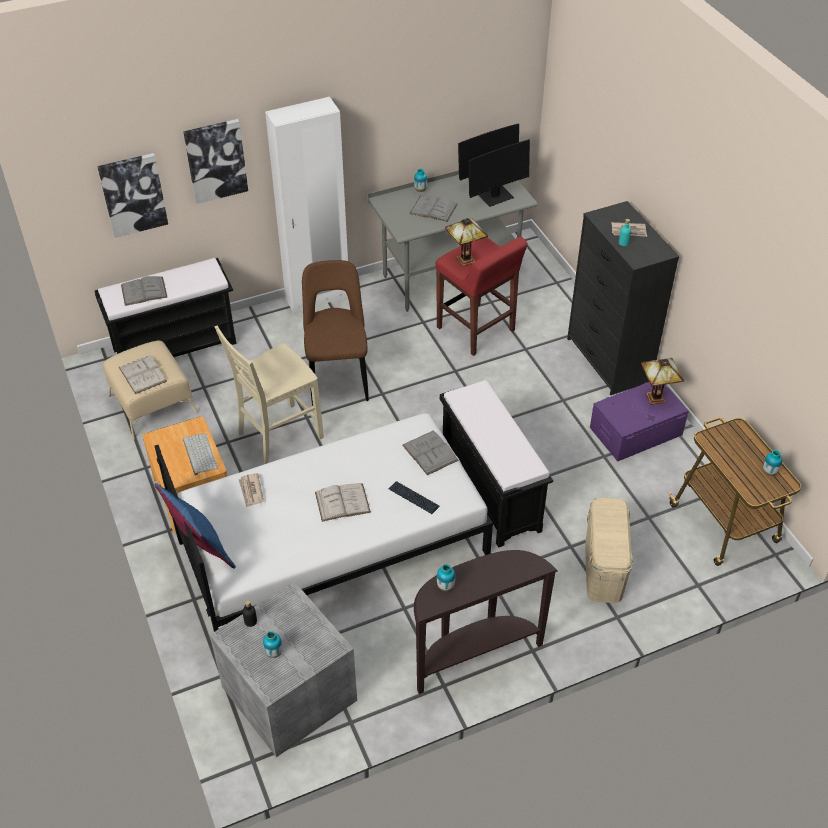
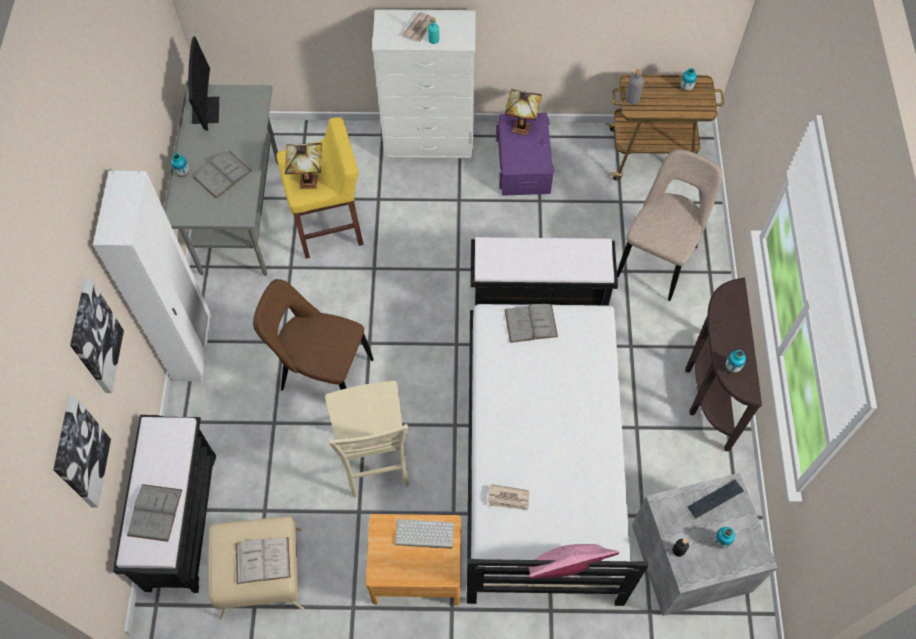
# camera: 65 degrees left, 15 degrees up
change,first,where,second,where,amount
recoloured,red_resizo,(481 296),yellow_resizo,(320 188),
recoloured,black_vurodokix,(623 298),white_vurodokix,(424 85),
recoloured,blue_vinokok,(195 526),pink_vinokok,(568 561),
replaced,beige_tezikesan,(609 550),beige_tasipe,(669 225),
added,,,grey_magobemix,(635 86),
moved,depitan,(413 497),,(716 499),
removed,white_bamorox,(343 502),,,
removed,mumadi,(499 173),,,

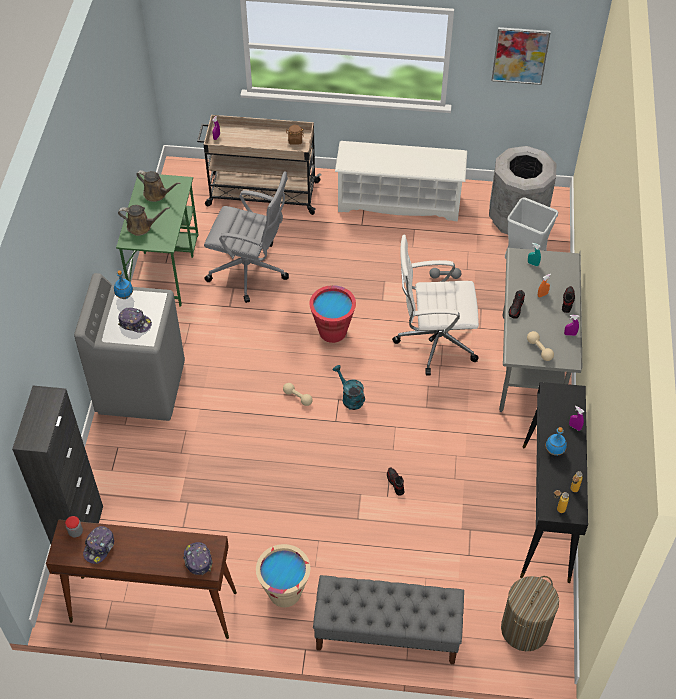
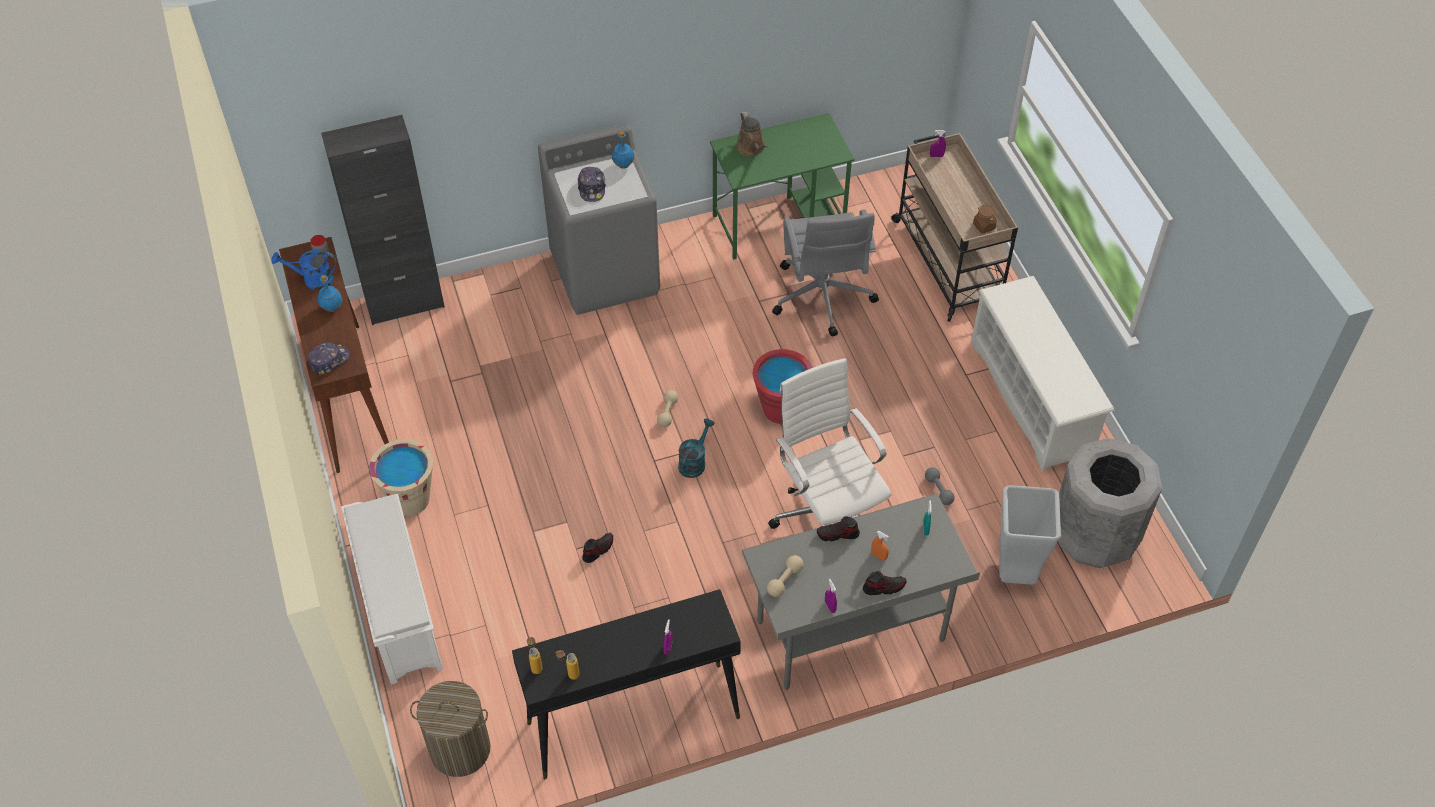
# camera: 65 degrees right, 0 degrees up
change,first,where,second,where,amount
replaced,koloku,(98 545),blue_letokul,(303 270),
moved,blue_magobemix,(556 441),,(330 293),
replaced,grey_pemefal,(388 620),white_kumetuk,(392 589),
removed,brown_letokul,(158 186),,,
removed,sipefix,(521 56),,,

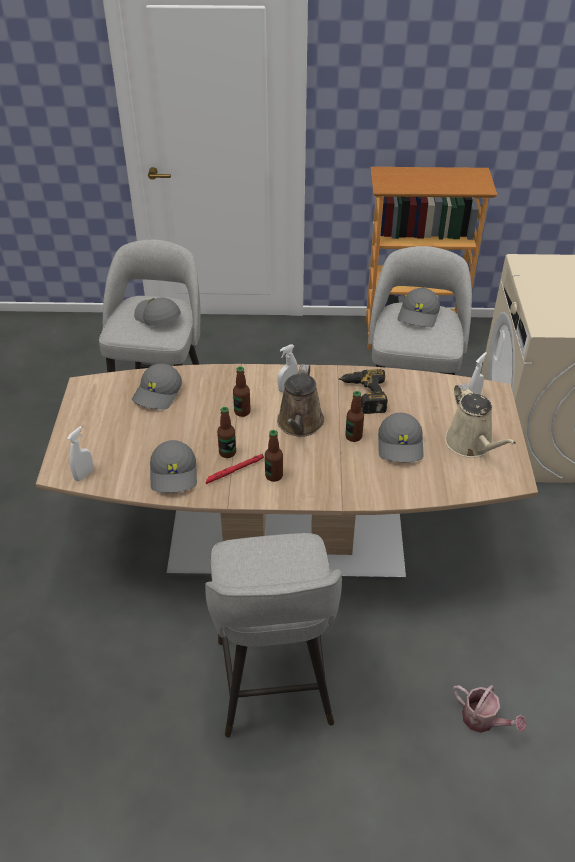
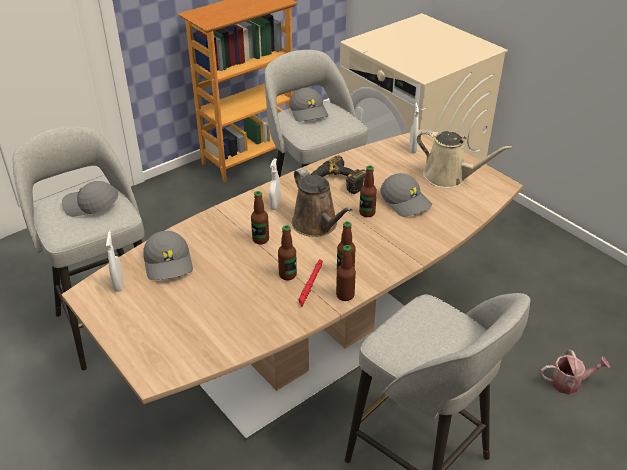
# camera: 40 degrees left, 5 degrees down
change,first,where,second,where,amount
moved,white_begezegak,(80 453),,(114 261),
added,,,magobemix,(346 273),
removed,grey_koloku,(173 466),,,

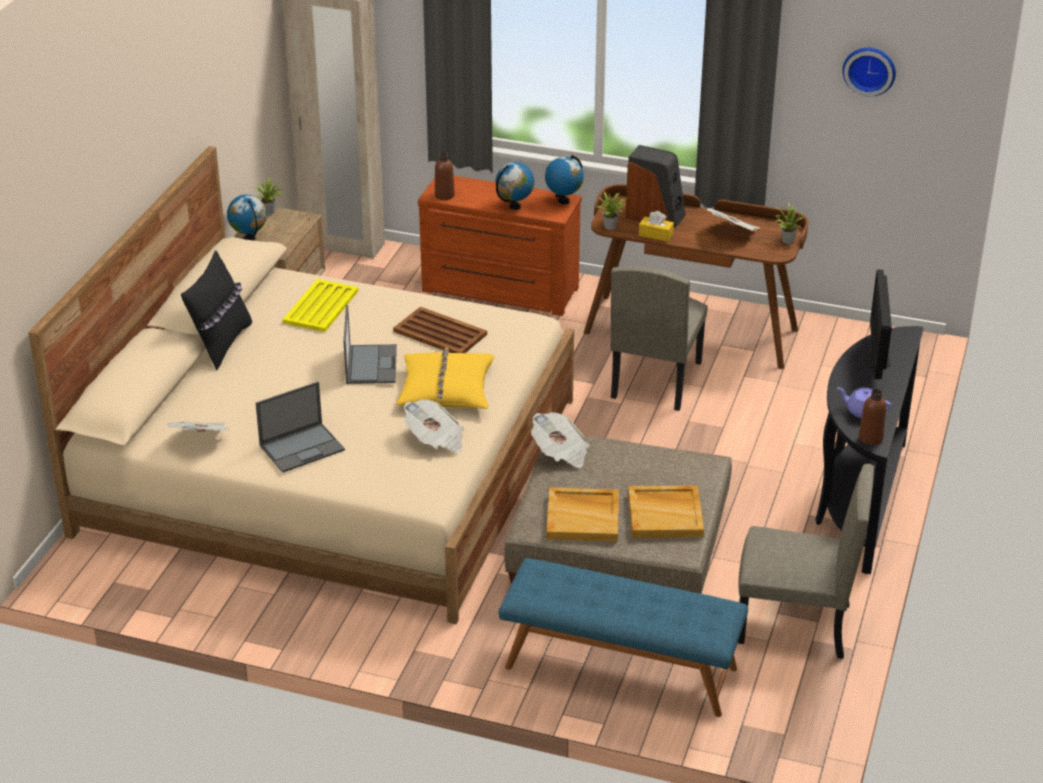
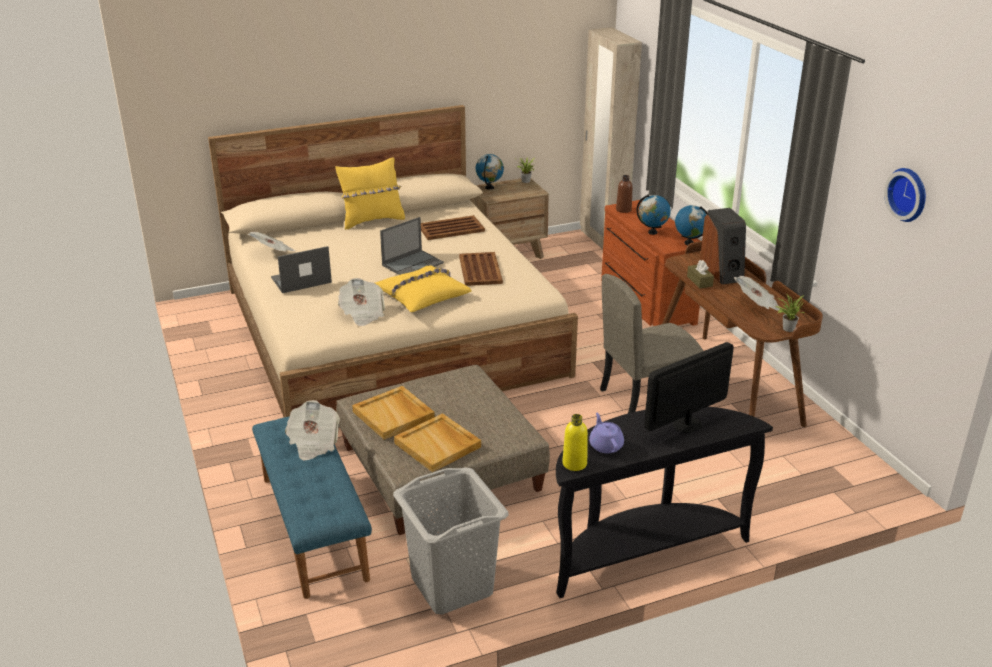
# camera: 50 degrees right, 5 degrees down
change,first,where,second,where,amount
turned,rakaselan,(300 427),,(301 269),135 degrees clockwise
moved,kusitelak,(560 440),,(312 430),
recoloured,black_vinokok,(216 310),yellow_vinokok,(370 194),
replaced,beige_tasipe,(806 561),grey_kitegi,(450 541),
recoloured,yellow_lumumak,(320 305),brown_lumumak,(453 227),
recoloured,brown_magobemix,(872 417),yellow_magobemix,(575 442),
recoloured,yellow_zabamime,(656 226),brown_zabamime,(700 274),
removed,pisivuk,(611 210),,,

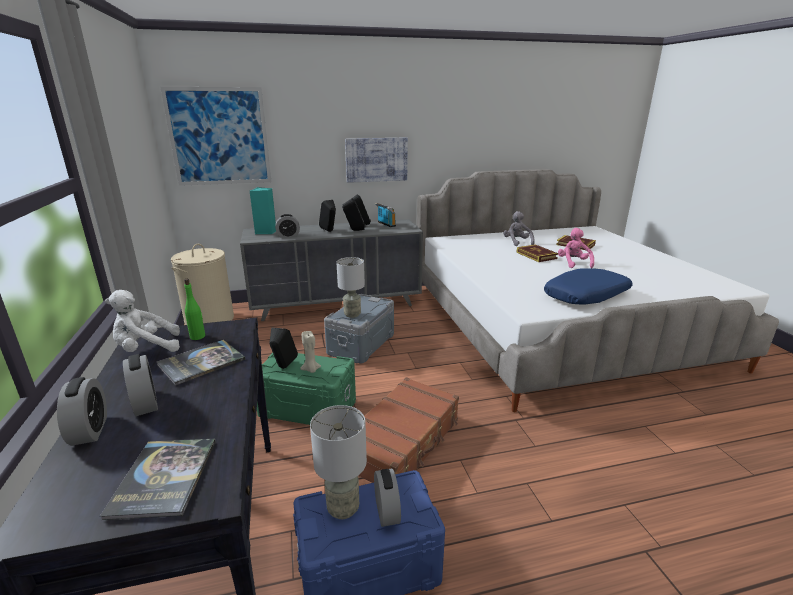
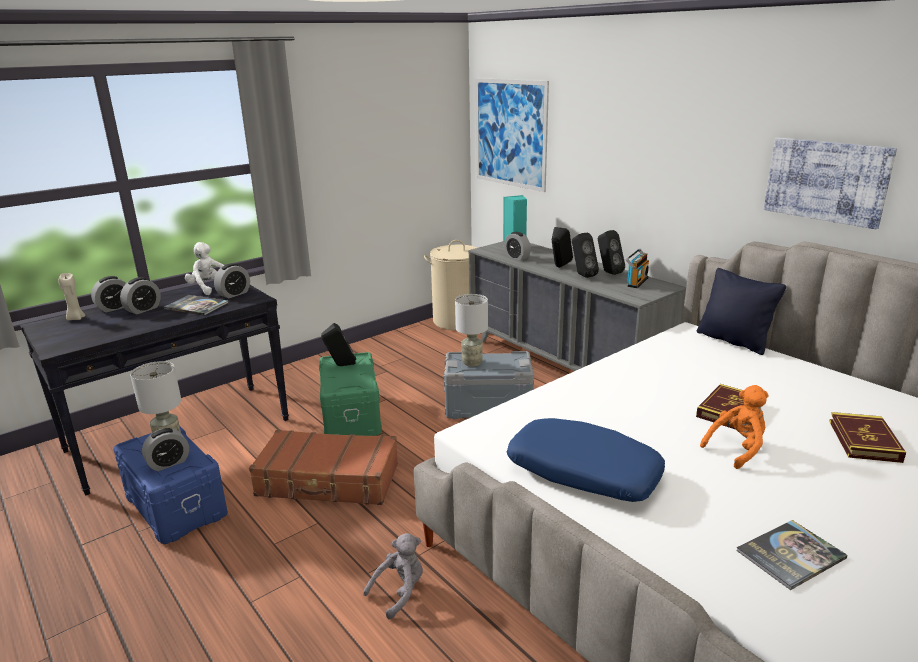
# camera: 65 degrees right, 0 degrees up
change,first,where,second,where,amount
moved,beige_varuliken,(310 352),,(71 297),
replaced,green_magobemix,(194 309),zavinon,(232 280),
moved,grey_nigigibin,(519 228),,(393 576),
added,,,black_vinokok,(741 311),
recoloured,pink_nigigibin,(576 248),orange_nigigibin,(734 427),
moved,bamorox,(158 479),,(792 555),
moved,sipefix,(376 160),,(830 183),

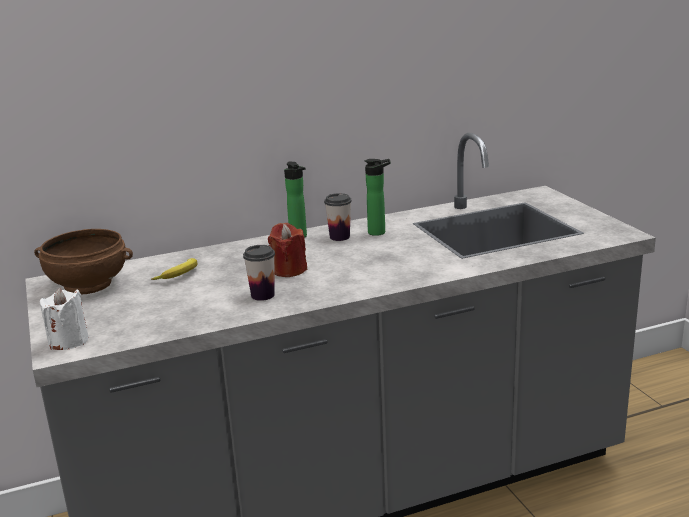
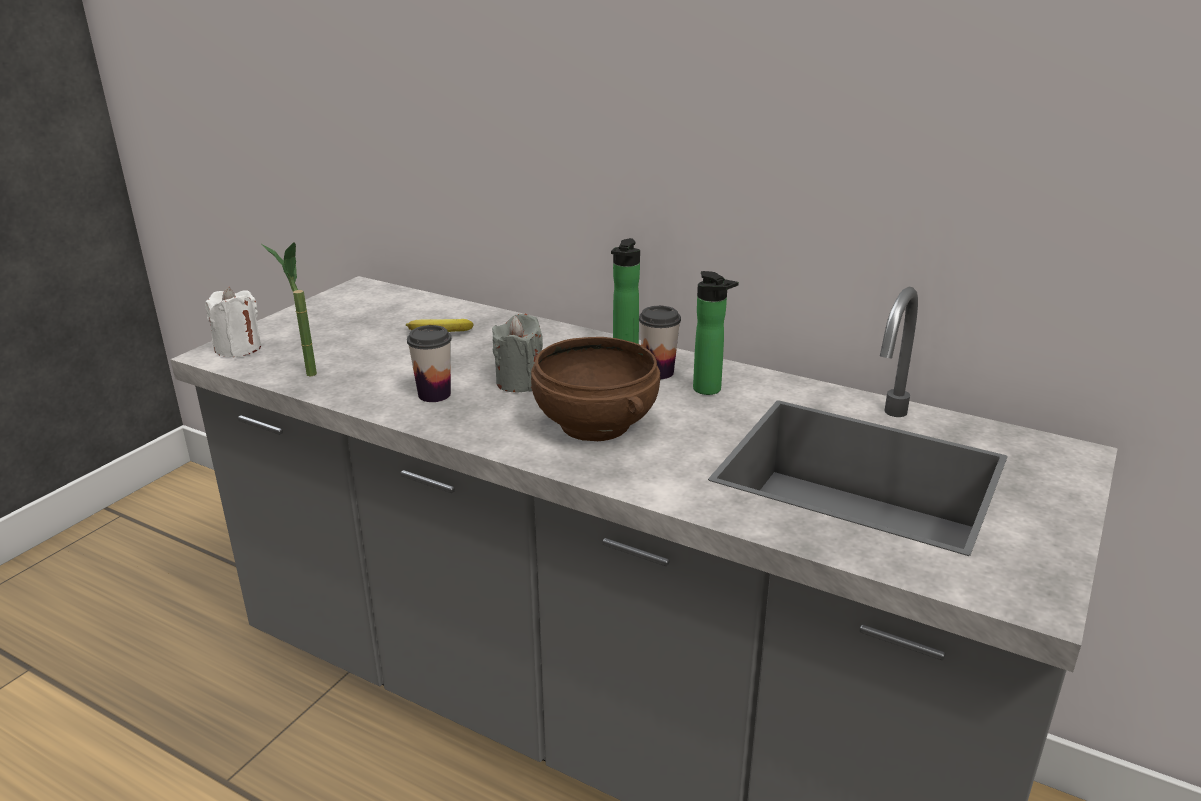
# camera: 50 degrees right, 5 degrees up
change,first,where,second,where,amount
added,,,pisivuk,(289 309),
recoloured,red_varuliken,(287 250),grey_varuliken,(517 353),
moved,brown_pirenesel,(83 261),,(595 389),

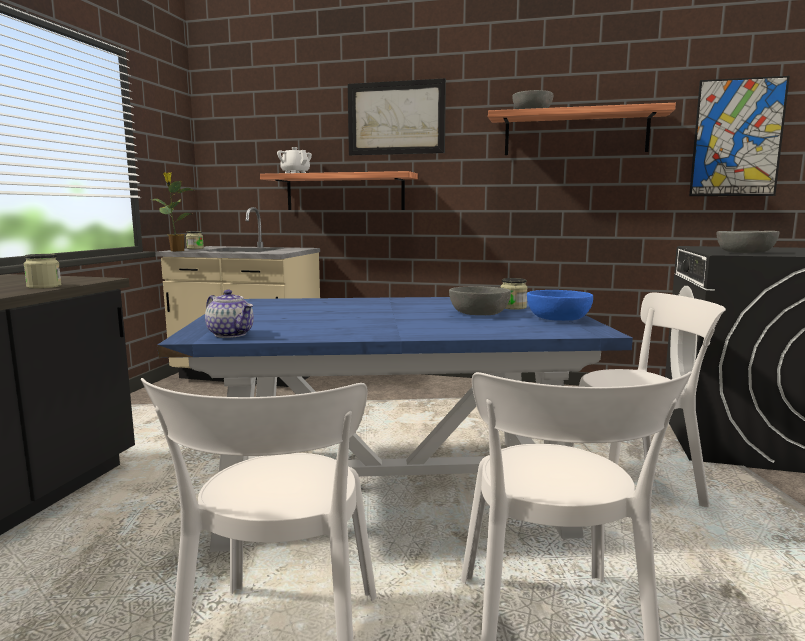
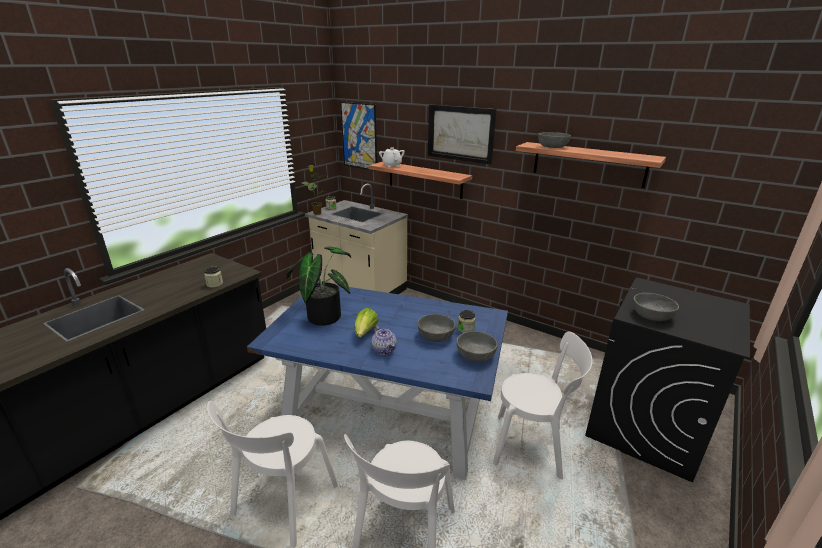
# camera: 20 degrees right, 15 degrees up
change,first,where,second,where,amount
added,,,pisivuk,(318 286),
moved,sipefix,(739 136),,(359 136),
added,,,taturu,(366 323),
moved,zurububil,(229 313),,(384 340),
recoloured,blue_pirenesel,(560 305),grey_pirenesel,(477 346),

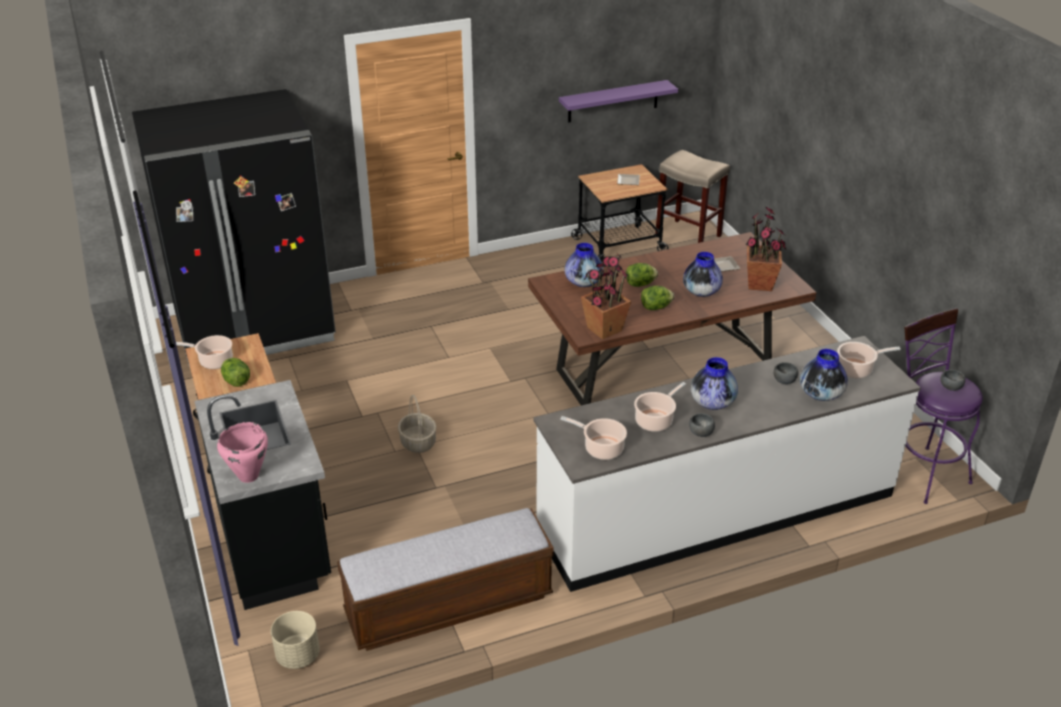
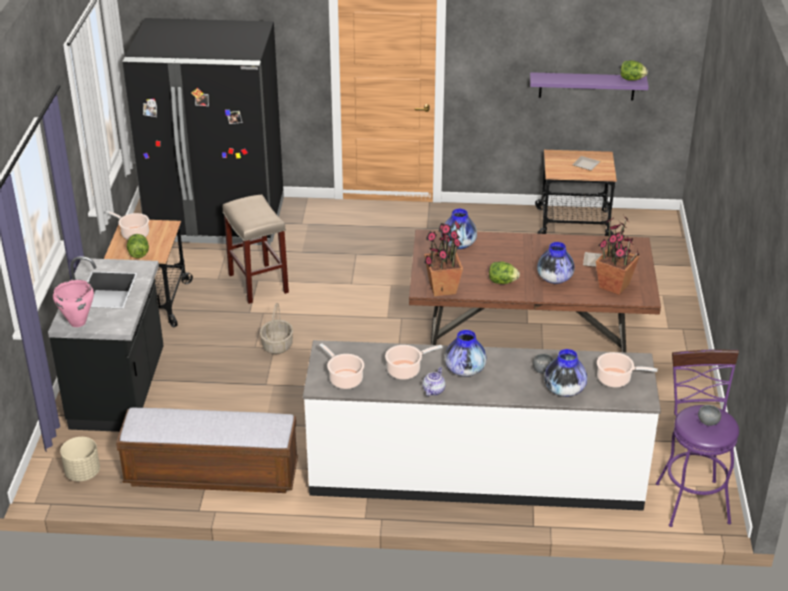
# camera: 25 degrees right, 0 degrees up
change,first,where,second,where,amount
moved,beige_resizo,(692 196),,(256 249),
replaced,grey_pirenesel,(702 425),zurububil,(434 381),
moved,taturu,(642 275),,(634 70),

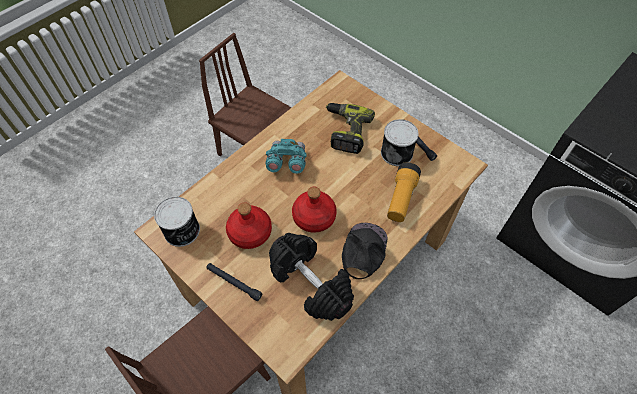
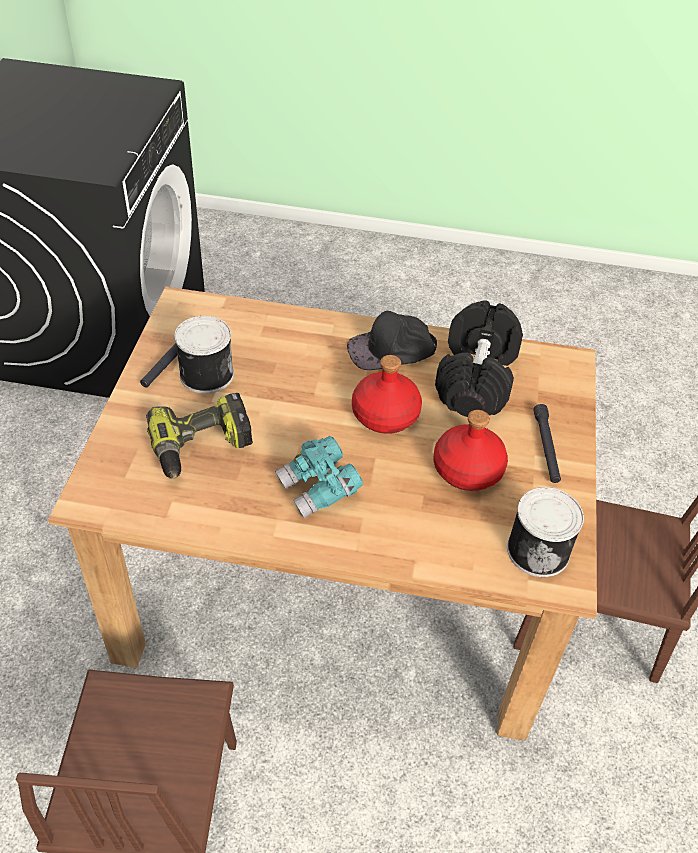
# camera: 125 degrees left, 10 degrees down
change,first,where,second,where,amount
removed,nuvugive,(404 192),,,

